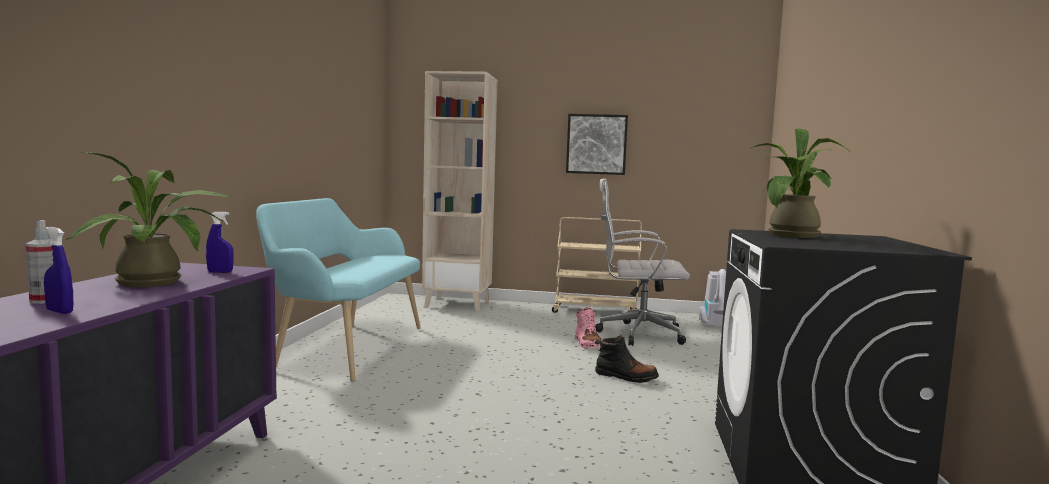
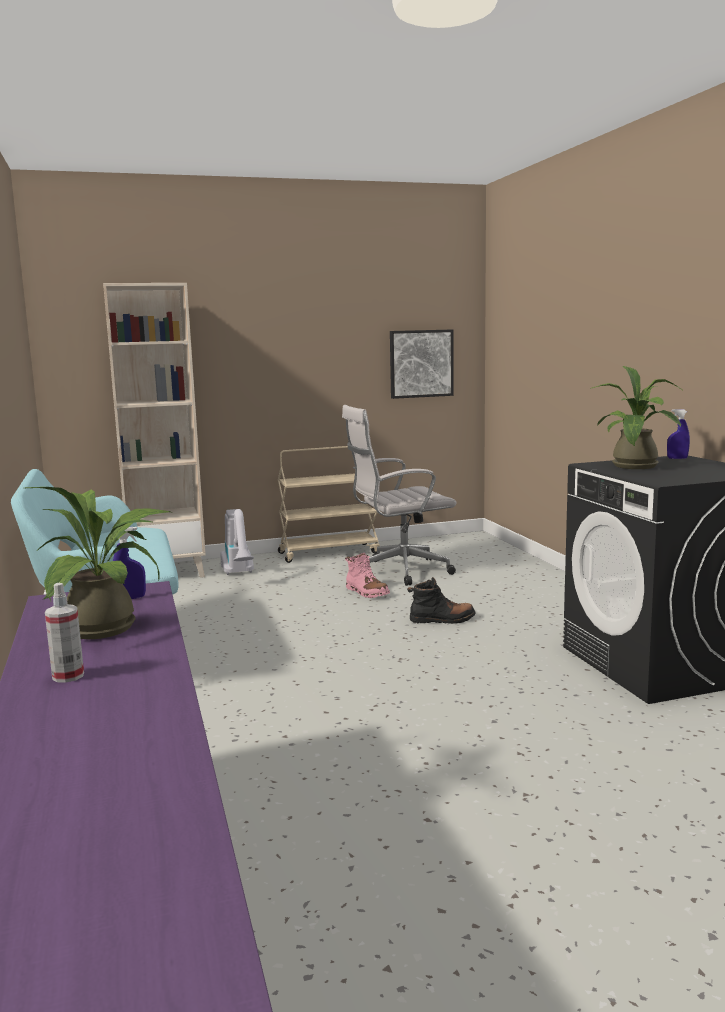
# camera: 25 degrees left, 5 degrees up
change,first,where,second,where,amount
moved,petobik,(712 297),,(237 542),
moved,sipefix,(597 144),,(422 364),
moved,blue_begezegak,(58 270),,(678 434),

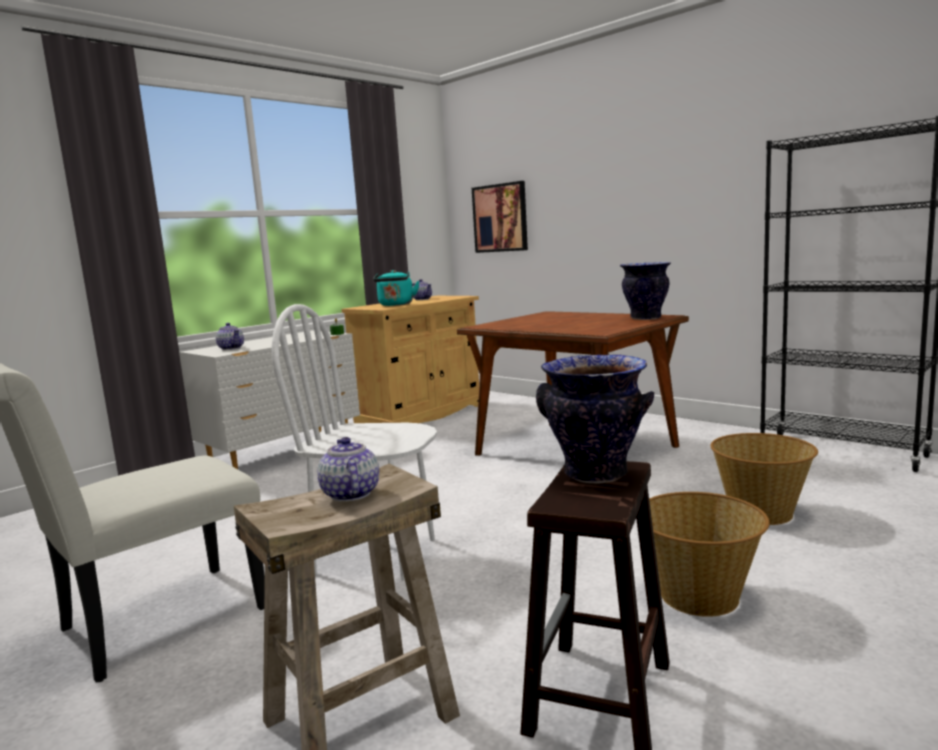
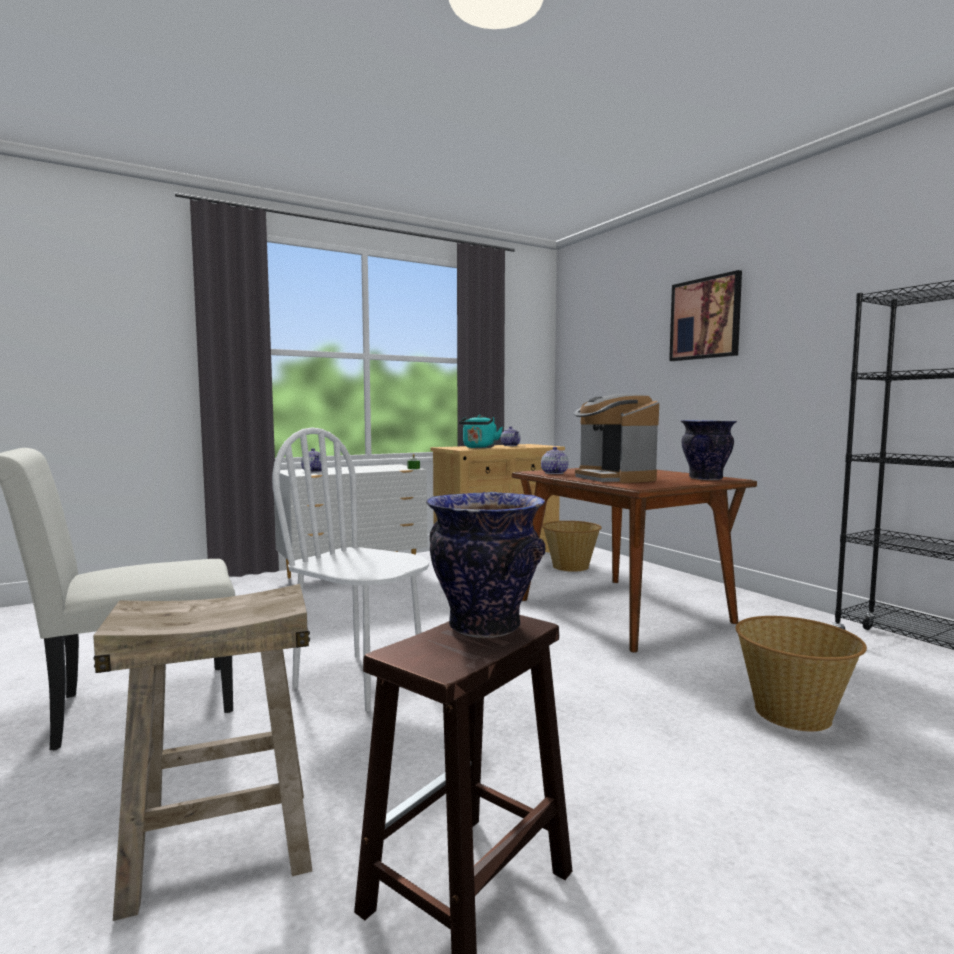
# camera: 15 degrees right, 5 degrees down
change,first,where,second,where,amount
moved,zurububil,(348 469),,(554 460),
moved,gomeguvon,(709 554),,(572 546),
added,,,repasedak,(616 438),
moved,sipefix,(500 217),,(705 315),

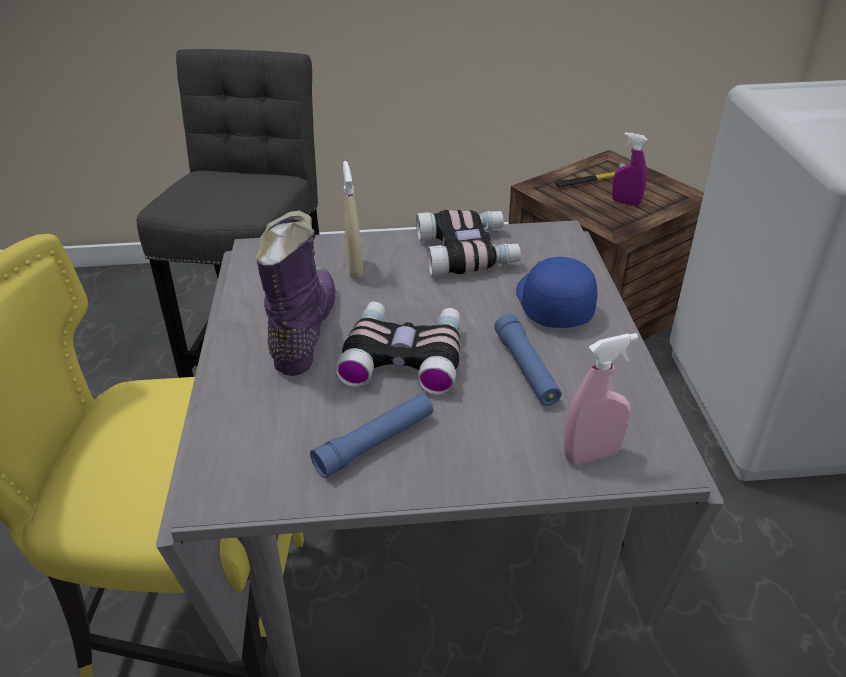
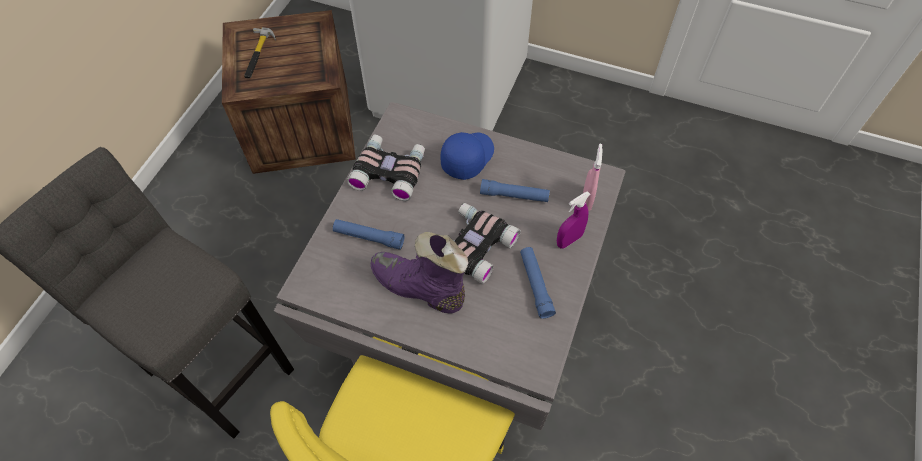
# camera: 65 degrees left, 20 degrees up
change,first,where,second,where,amount
replaced,beige_begezegak,(353 220),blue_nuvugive,(368 234),
turned,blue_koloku,(556 292),,(467 156),105 degrees clockwise
moved,purple_begezegak,(629 169),,(573 220),

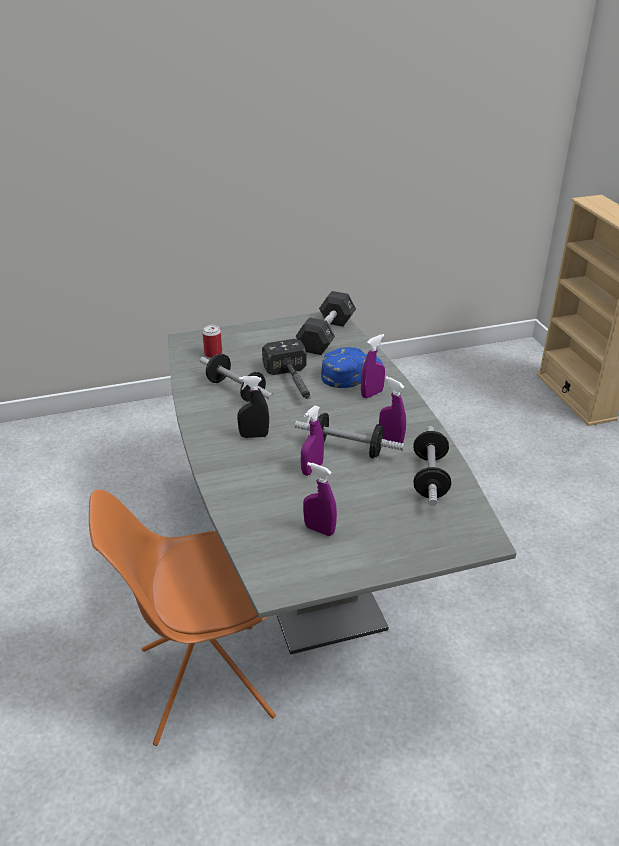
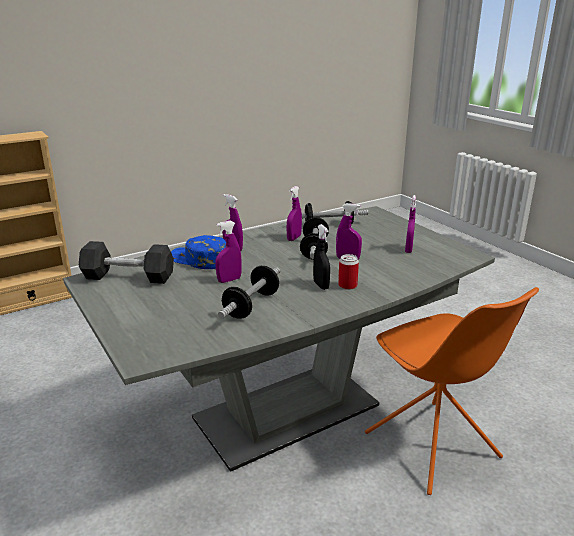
# camera: 105 degrees left, 10 degrees down
change,first,where,second,where,amount
replaced,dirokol,(286 369),purple_begezegak,(228 252),
moved,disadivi,(212 341),,(348 272),

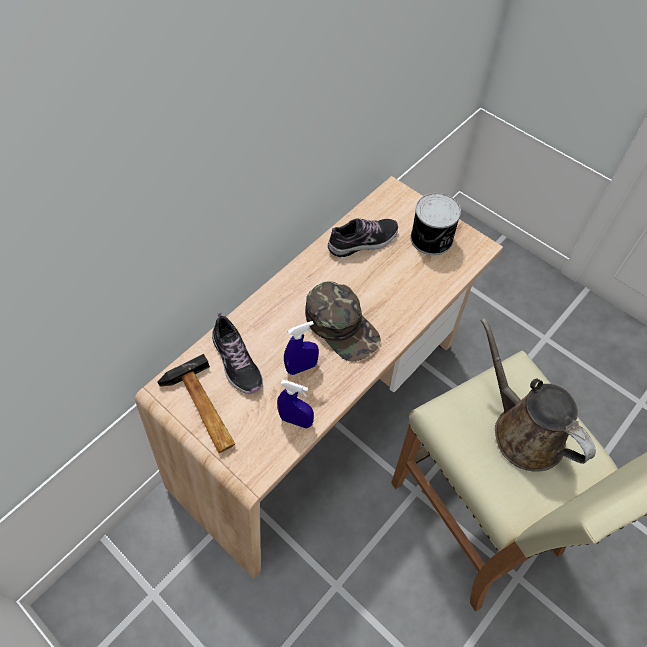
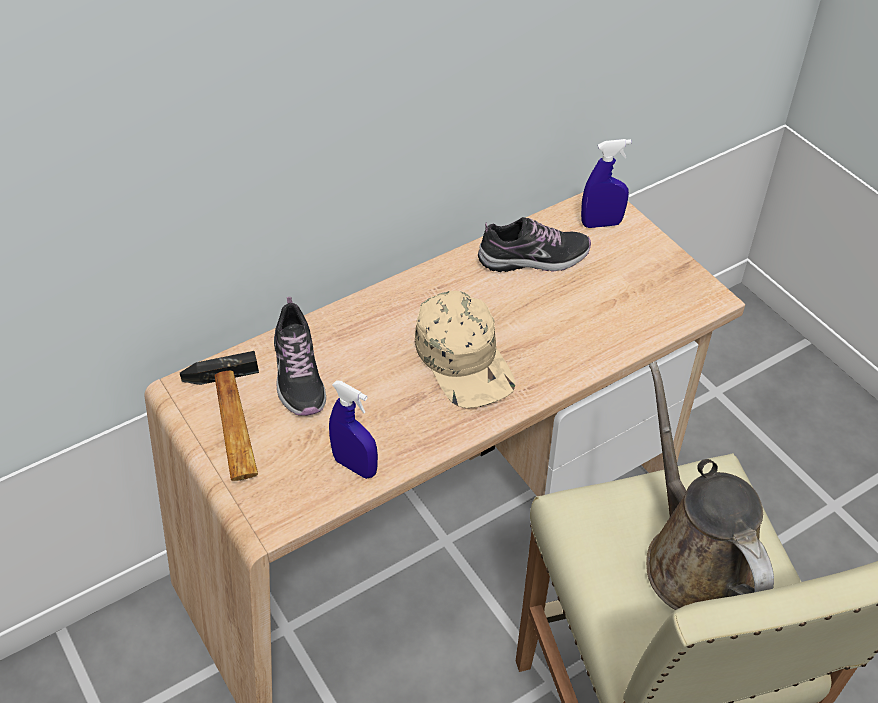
# camera: 15 degrees right, 10 degrees down
change,first,where,second,where,amount
recoloured,green_koloku,(343 321),beige_koloku,(465 350),
moved,blue_begezegak,(301 348),,(606 183),
removed,disadivi,(435 224),,,

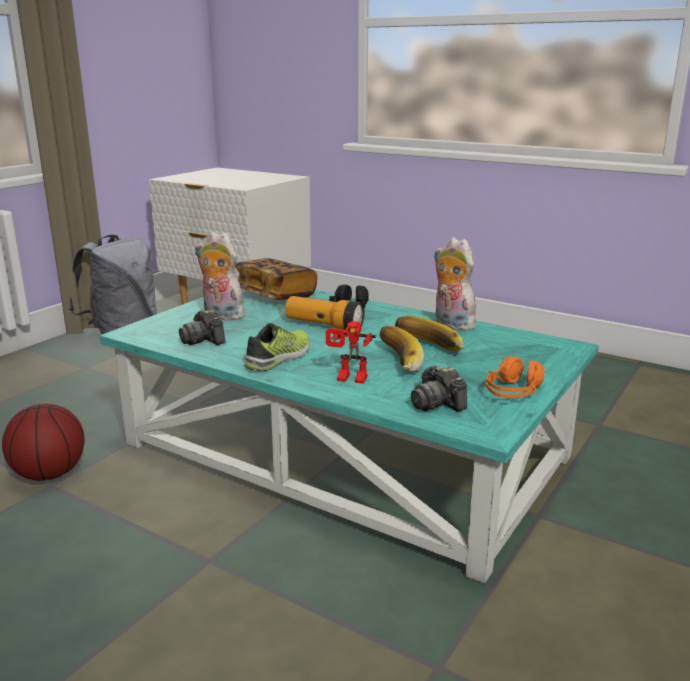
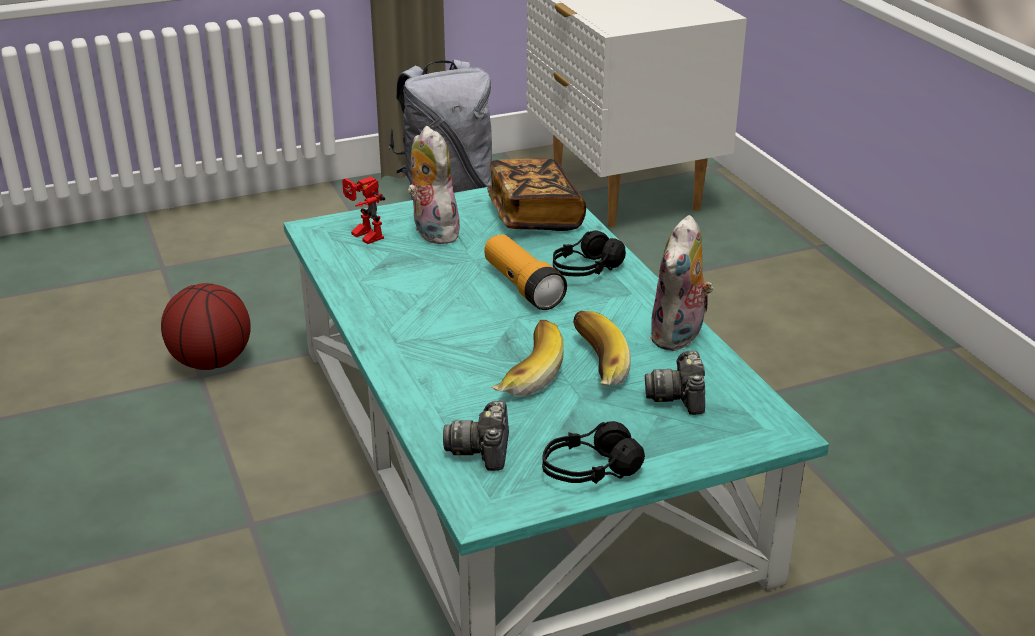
# camera: 35 degrees right, 10 degrees up
change,first,where,second,where,amount
moved,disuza,(351 352),,(363 210),
recoloured,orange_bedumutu,(515 377),black_bedumutu,(593 452),
moved,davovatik,(202 327),,(675 383),
turned,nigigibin,(455 284),,(681 283),150 degrees counterclockwise
removed,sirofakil,(277 347),,,

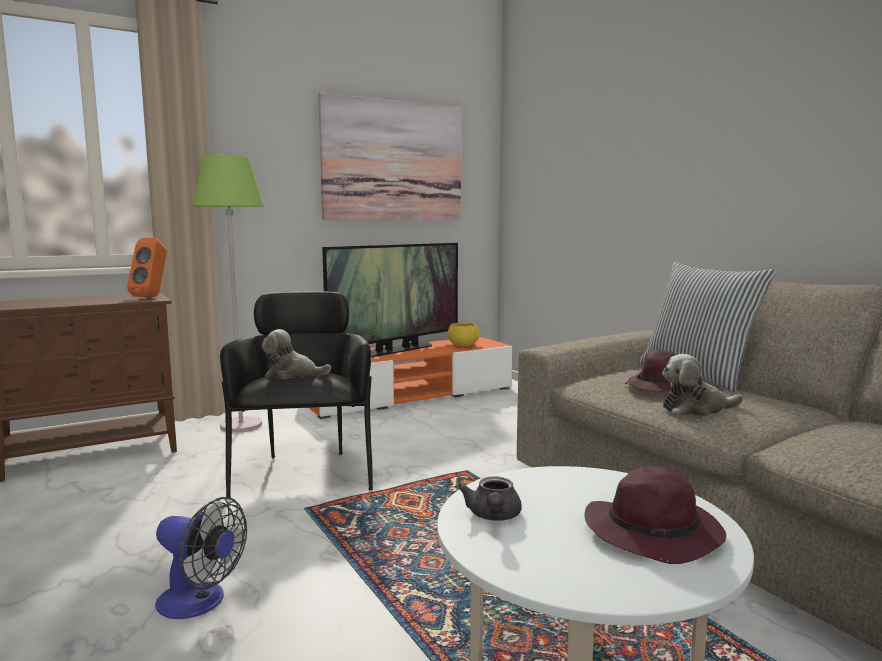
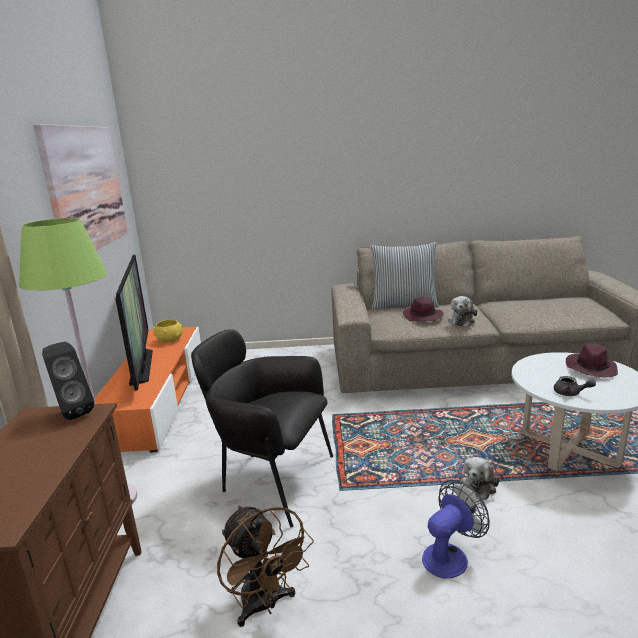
# camera: 60 degrees left, 10 degrees up
change,first,where,second,where,amount
recoloured,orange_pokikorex,(147 267),black_pokikorex,(68 381),
added,,,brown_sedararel,(265 566),
moved,nigigibin,(296 354),,(480 478),

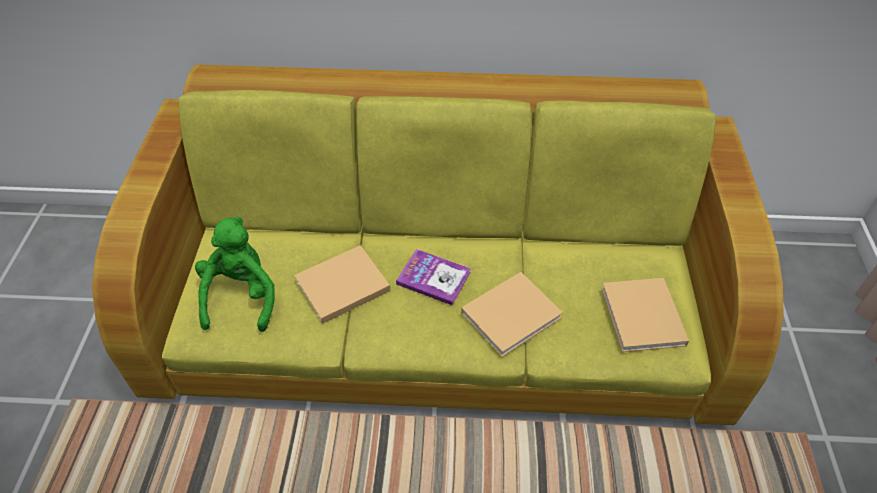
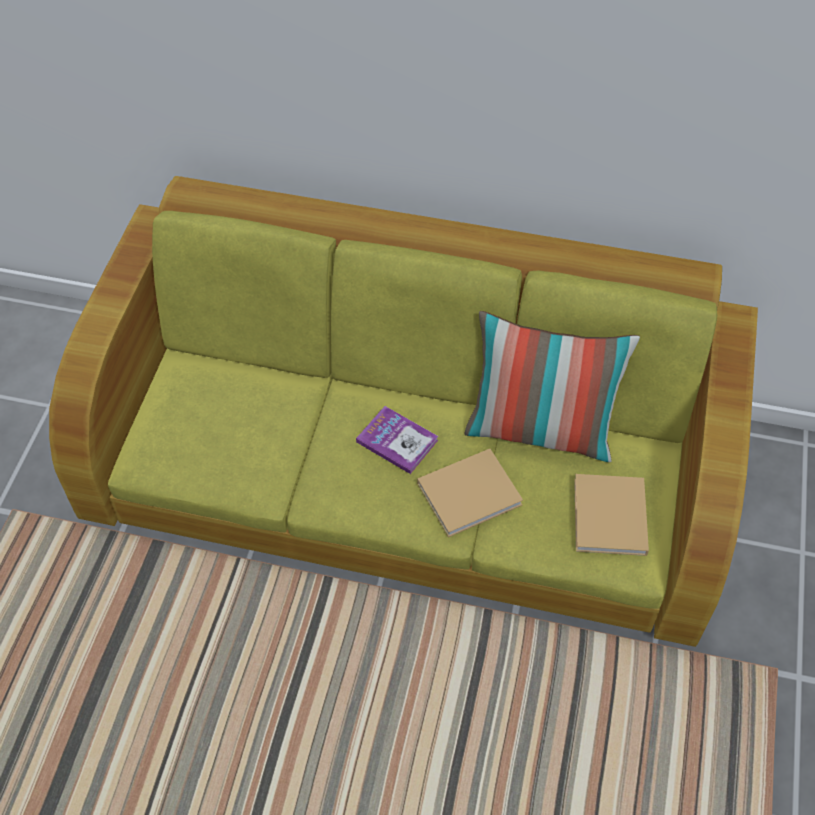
# camera: 10 degrees right, 5 degrees up
change,first,where,second,where,amount
added,,,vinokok,(552 386),
removed,green_nigigibin,(235 274),,,
removed,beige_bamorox,(342 284),,,

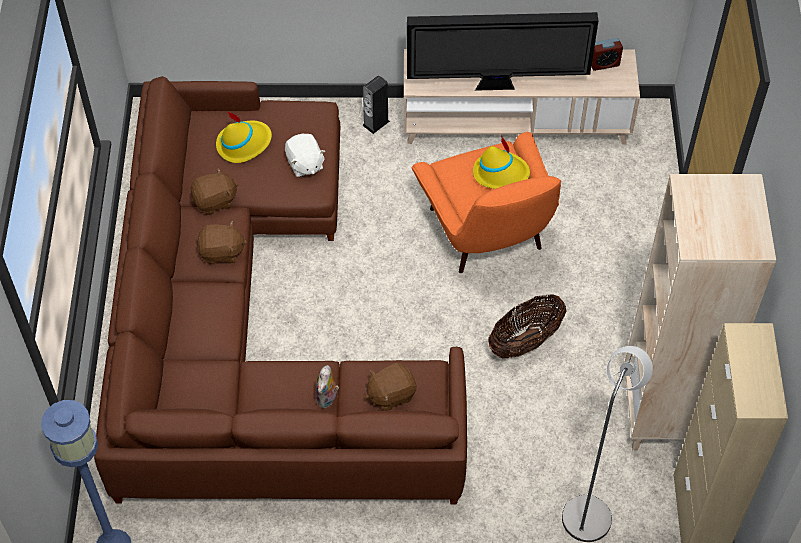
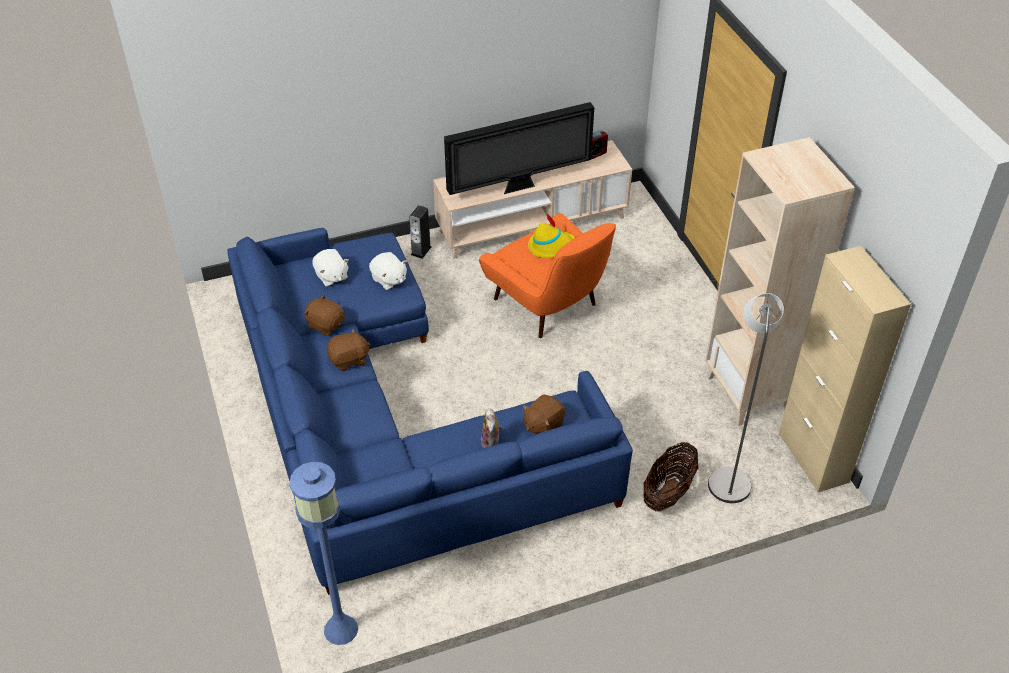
# camera: 20 degrees left, 10 degrees down
change,first,where,second,where,amount
recoloured,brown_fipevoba,(280 290),blue_fipevoba,(430 411),
turned,brown_nigigibin,(214 191),,(324 315),105 degrees counterclockwise
replaced,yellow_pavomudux,(244 137),white_nigigibin,(331 268),
moved,gomeguvon,(527 326),,(670 477),

